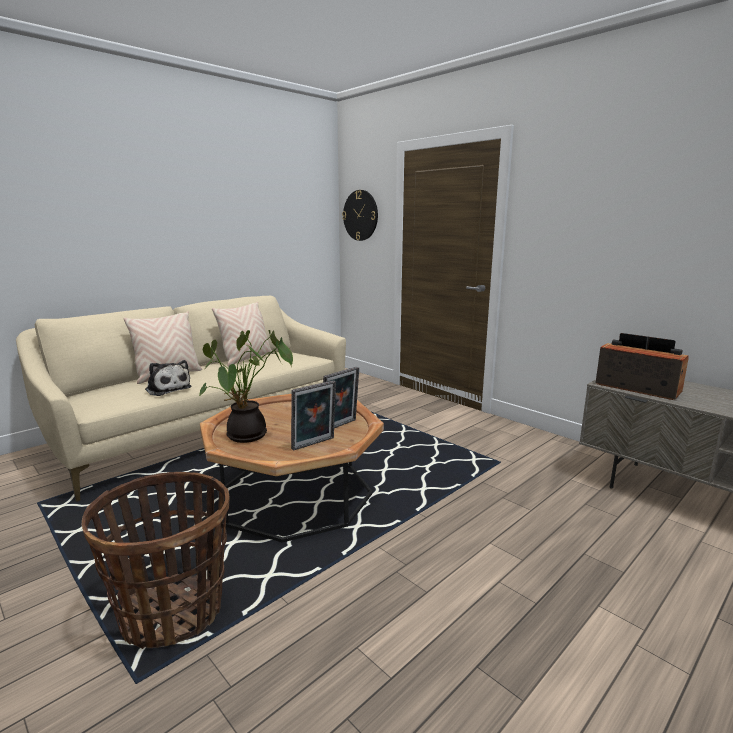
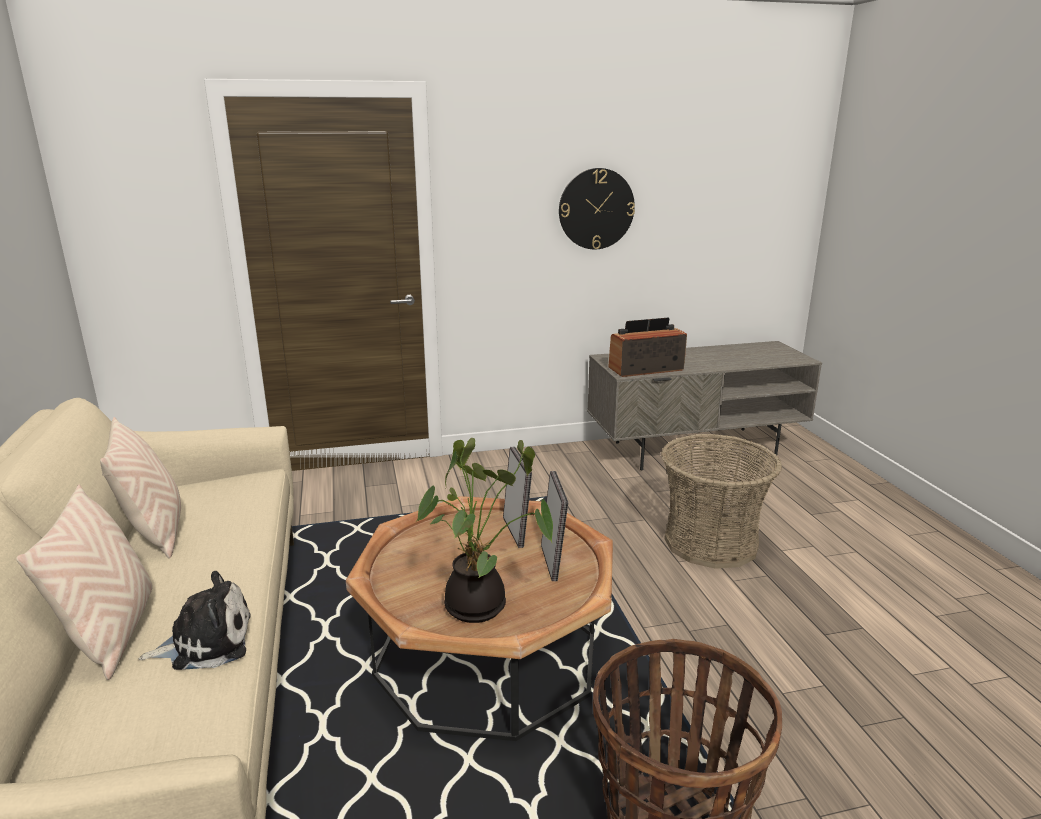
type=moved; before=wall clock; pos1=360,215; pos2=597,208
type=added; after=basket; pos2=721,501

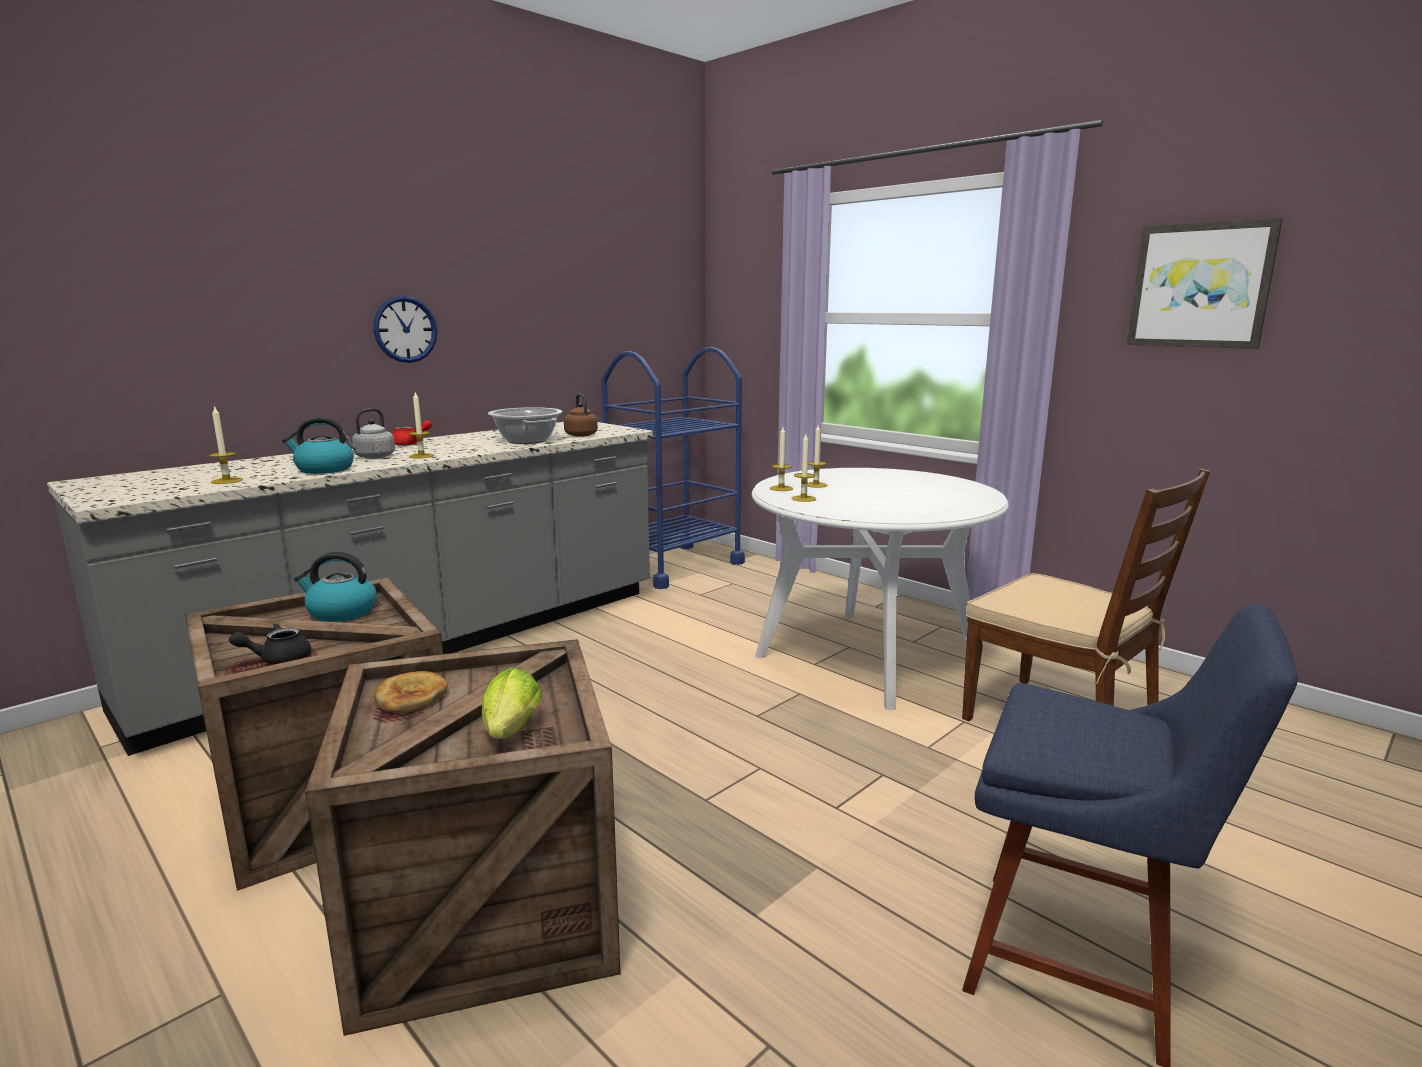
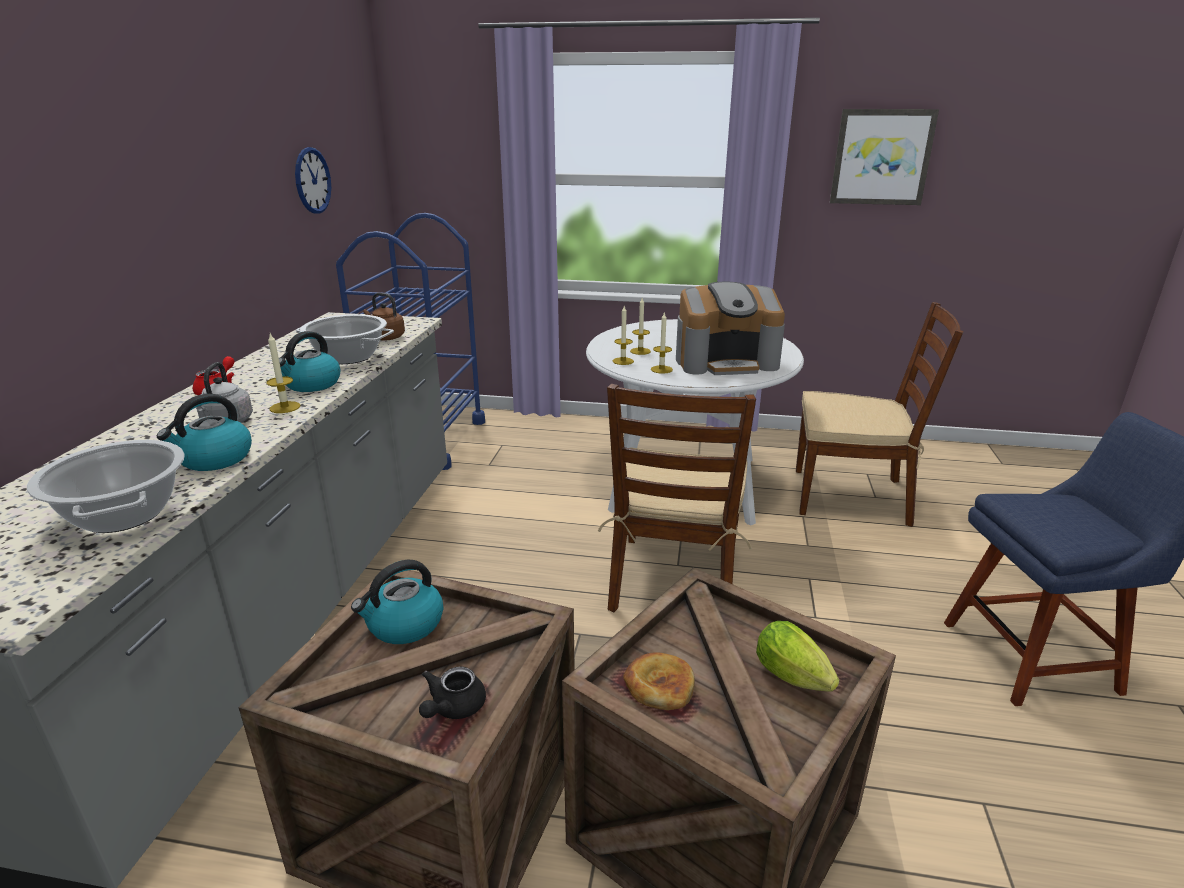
type=replaced; before=candle; after=cooking pot; pos1=226,444; pos2=106,486
type=added; after=kettle; pos2=309,361
type=moved; before=wall clock; pos1=405,329; pos2=313,180
type=added; after=chair (brown); pos2=677,498
type=added; after=coffee machine; pos2=730,328

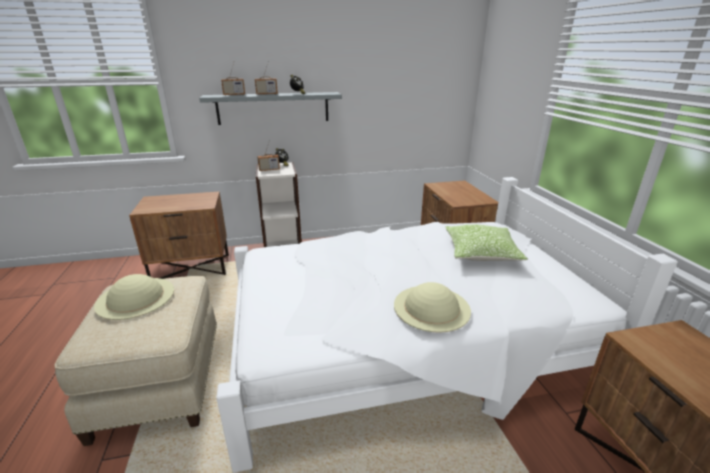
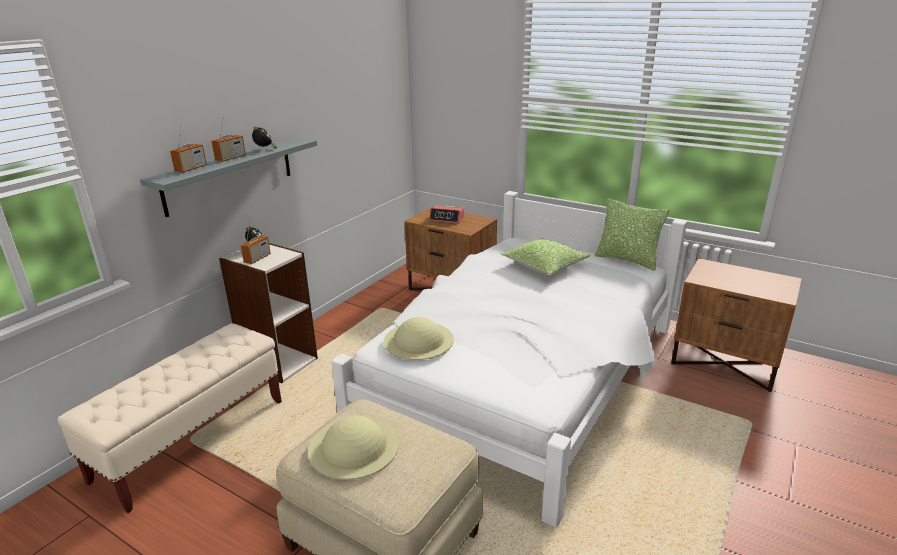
type=replaced; before=nightstand (brown); after=bench (beige); pos1=179,235; pos2=170,418
type=moved; before=hat (beige); pos1=432,307; pos2=419,338
type=added; after=alarm clock; pos2=446,214
type=added; after=pillow; pos2=631,235

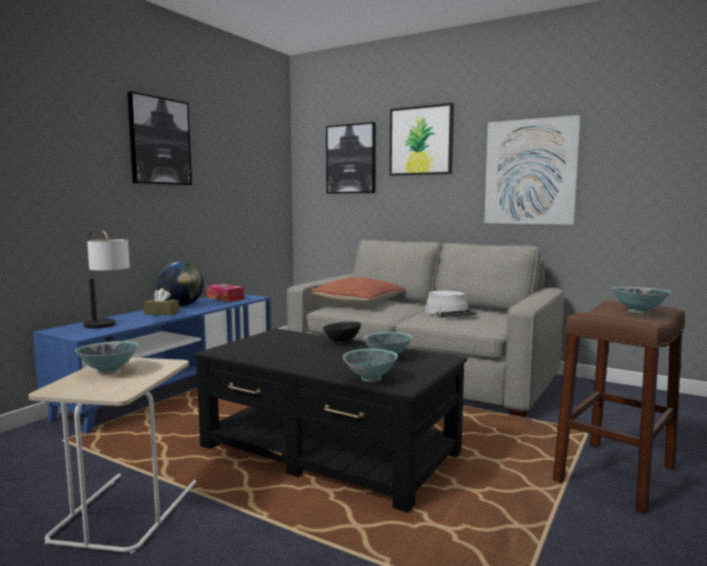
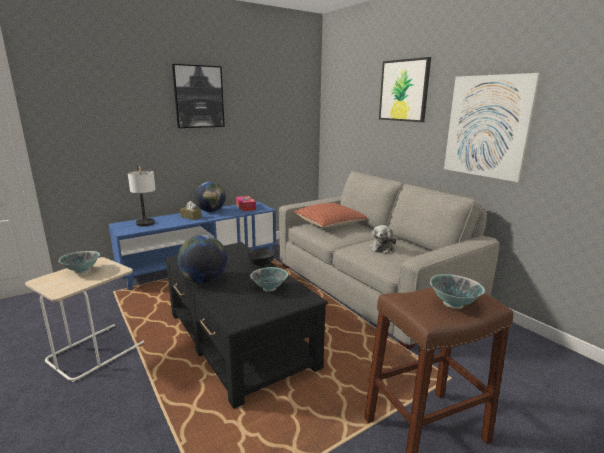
type=added; after=globe; pos2=202,259
type=replaced; before=hat (grey); after=plush toy; pos1=451,304; pos2=383,239
type=removed; before=picture; pos1=351,158
type=removed; before=bowl; pos1=370,365

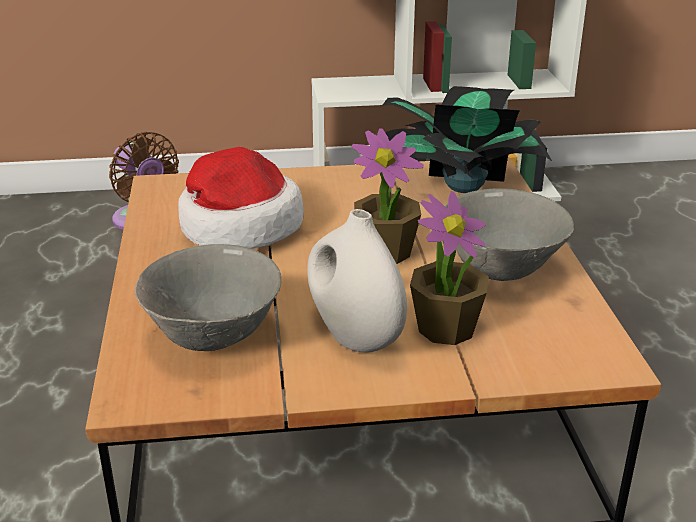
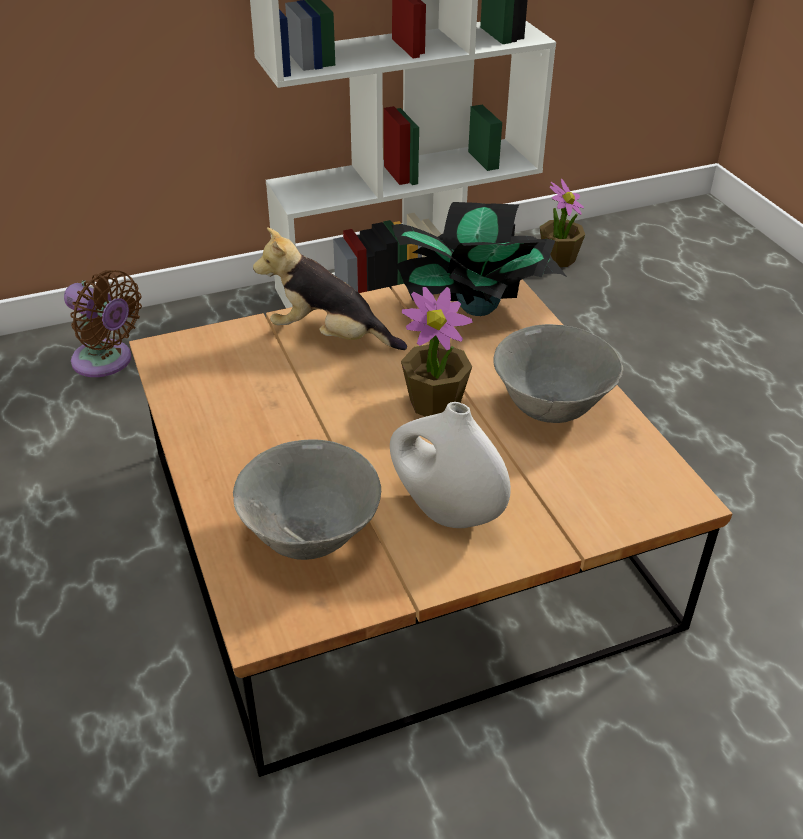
type=added; after=plush toy; pos2=330,288
type=moved; before=potted plant; pos1=449,268; pos2=562,223
type=removed; before=hat; pos1=241,198

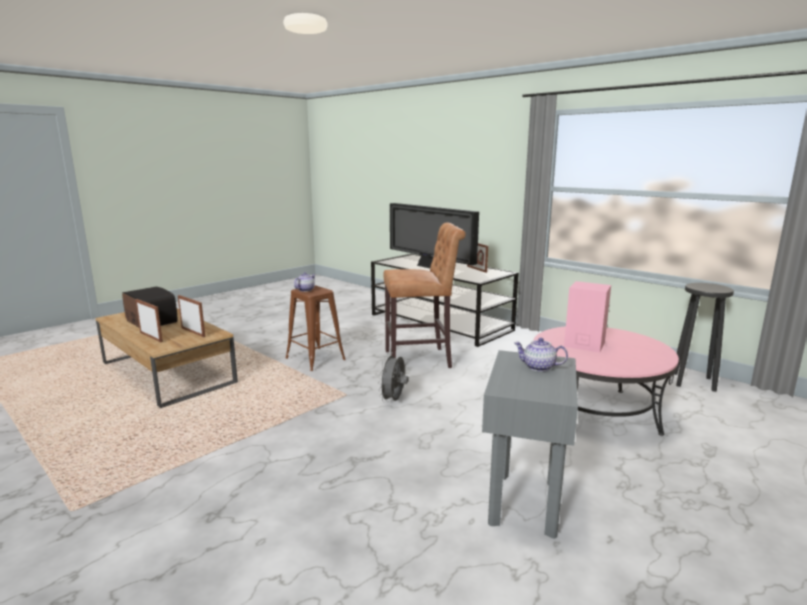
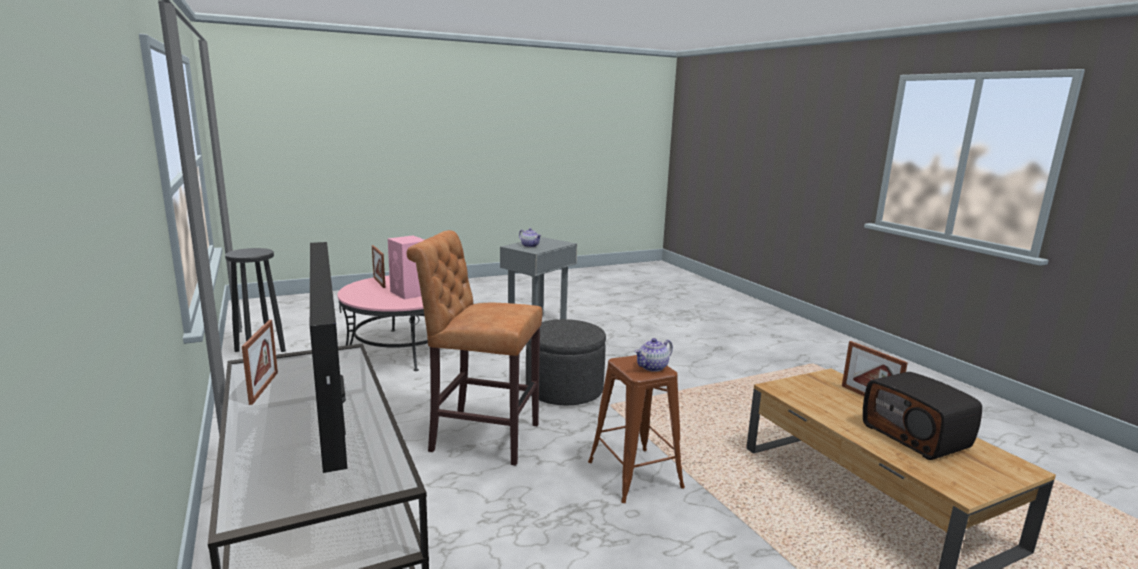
type=moved; before=picture frame; pos1=191,316; pos2=378,266
type=replaced; before=fan (grey); after=ottoman (grey); pos1=393,378; pos2=566,362

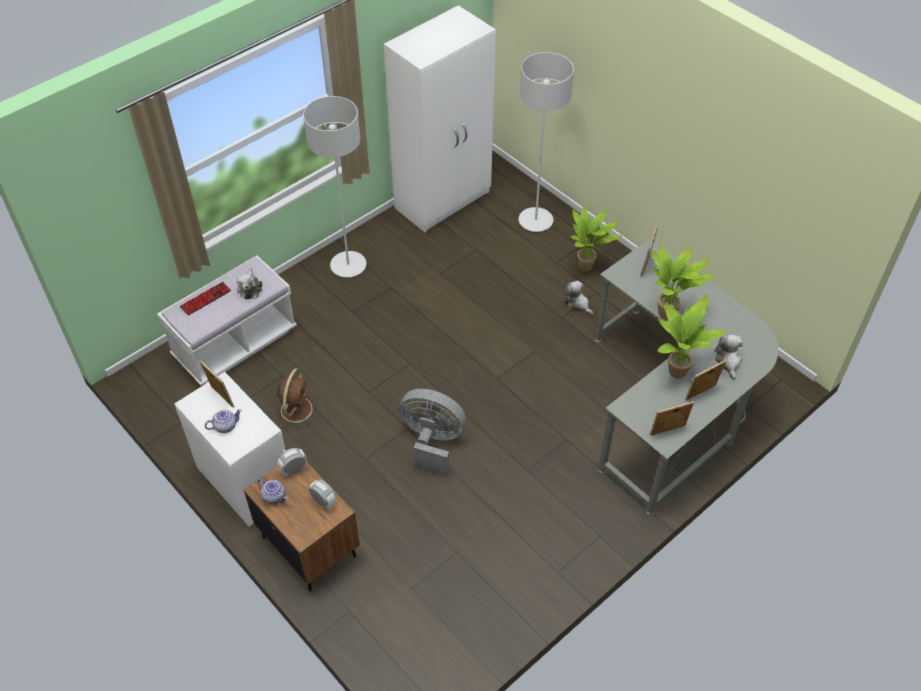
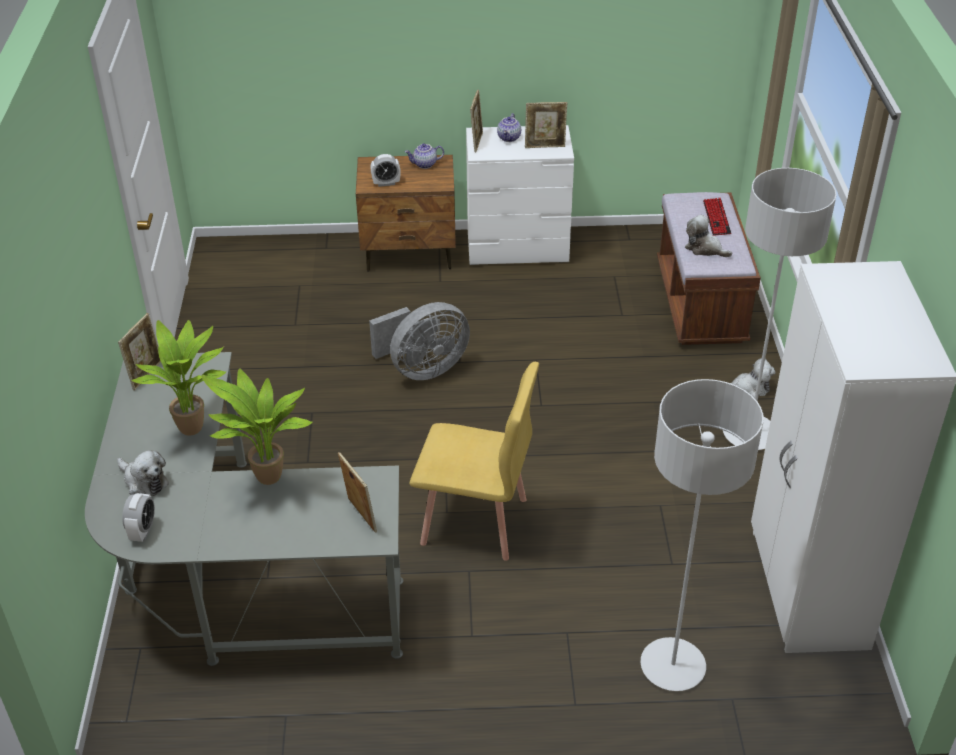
type=moved; before=alarm clock; pos1=292,462; pos2=138,517
type=added; after=chair (yellow); pos2=474,461
type=moved; before=picture frame; pos1=705,380; pos2=476,121
type=recoloured; before=bench (white); after=bench (brown); pos1=227,320; pos2=709,268
type=moved; before=plush toy; pos1=578,298; pos2=753,378
type=removed; before=fan (brown); pos1=297,398
type=removed; before=potted plant; pos1=596,239

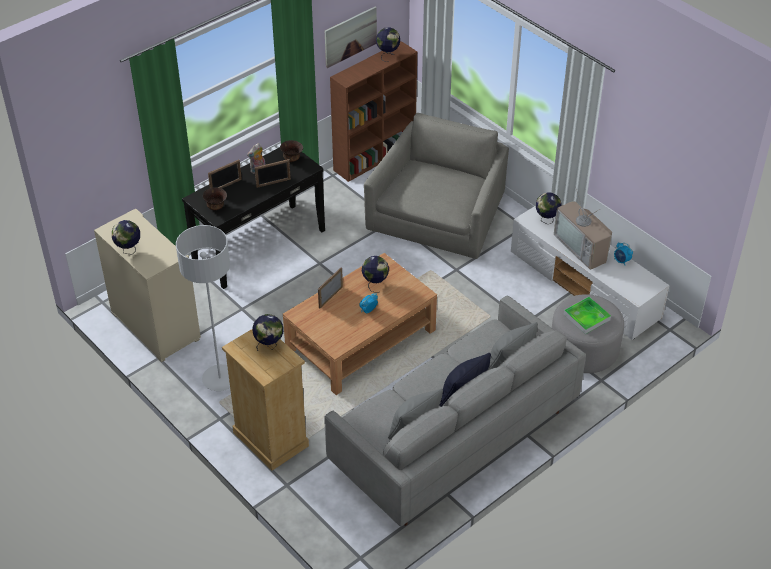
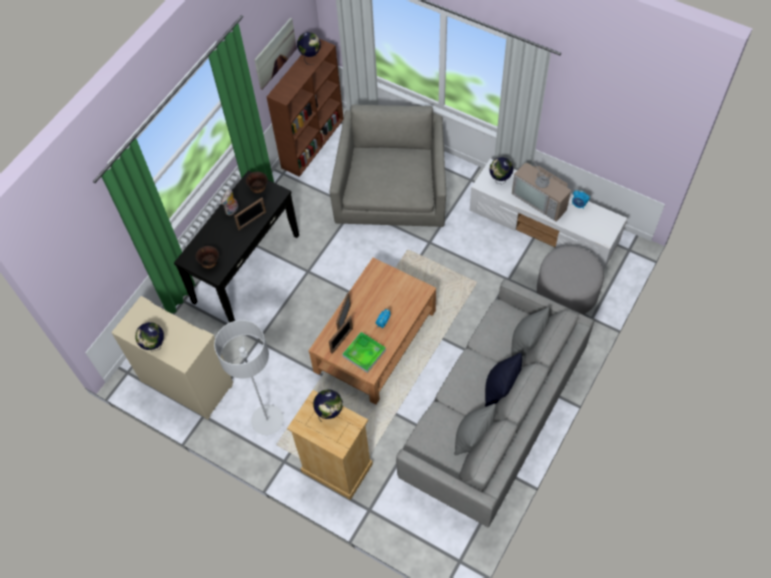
type=moved; before=picture frame; pos1=225,174; pos2=341,335
type=moved; before=tray; pos1=587,315; pos2=364,352
type=removed; before=globe; pos1=375,274

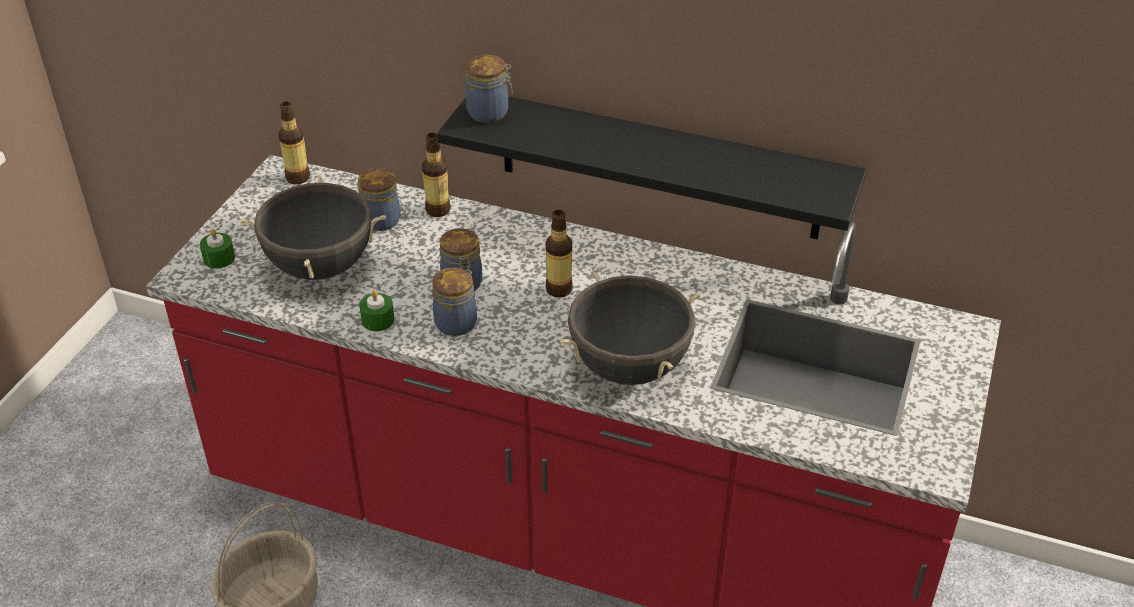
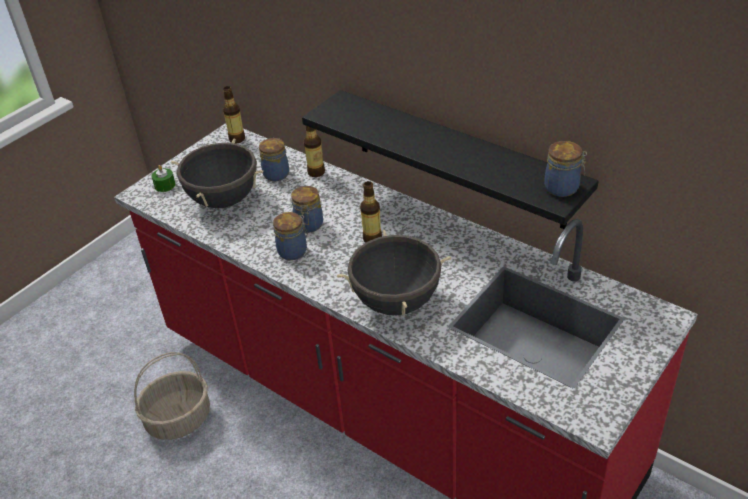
type=moved; before=jar; pos1=489,89; pos2=565,169
type=removed; before=candle (green); pos1=377,310

